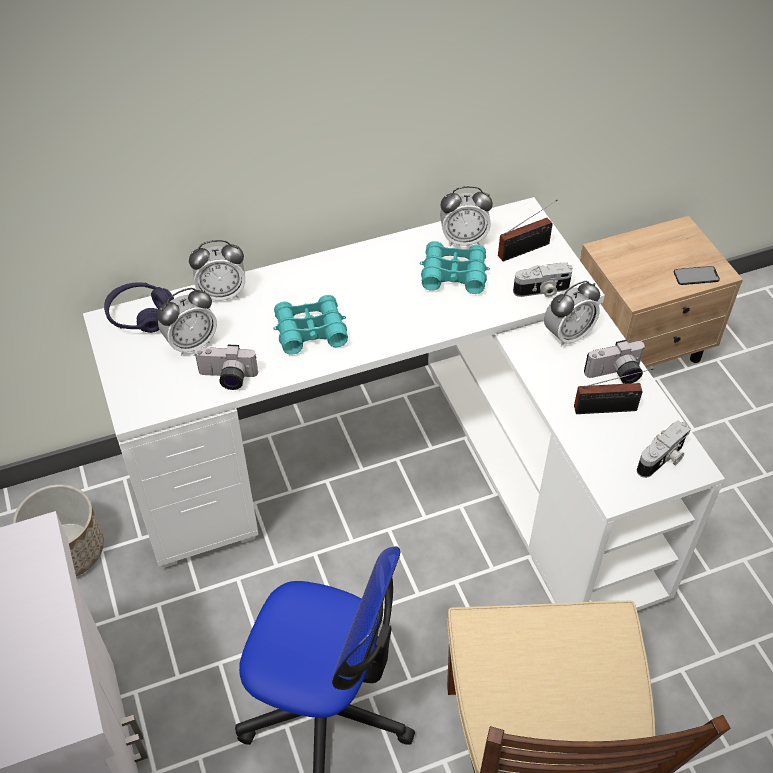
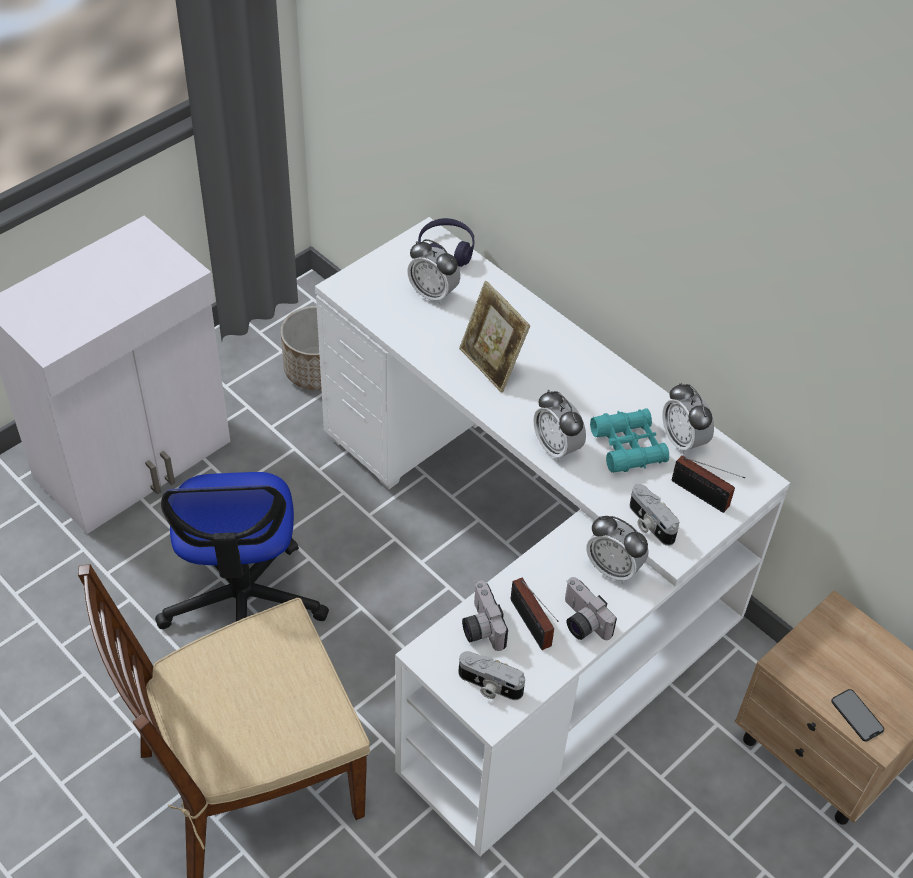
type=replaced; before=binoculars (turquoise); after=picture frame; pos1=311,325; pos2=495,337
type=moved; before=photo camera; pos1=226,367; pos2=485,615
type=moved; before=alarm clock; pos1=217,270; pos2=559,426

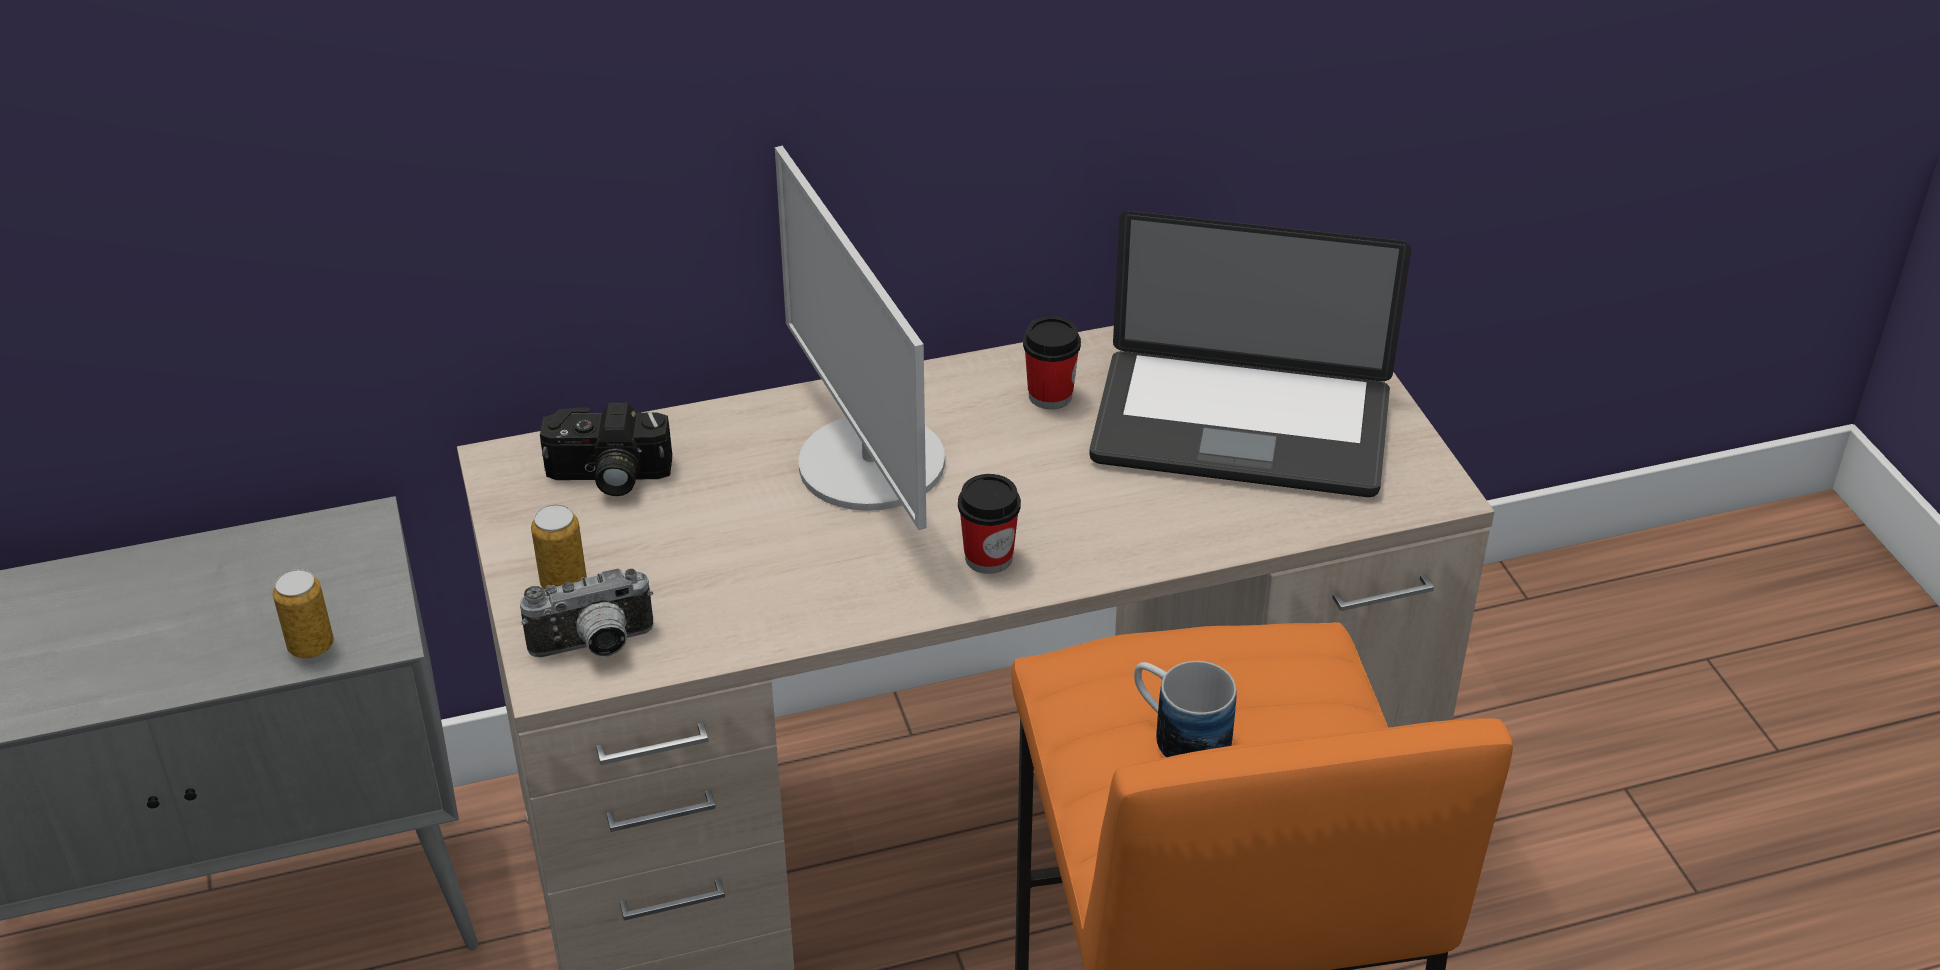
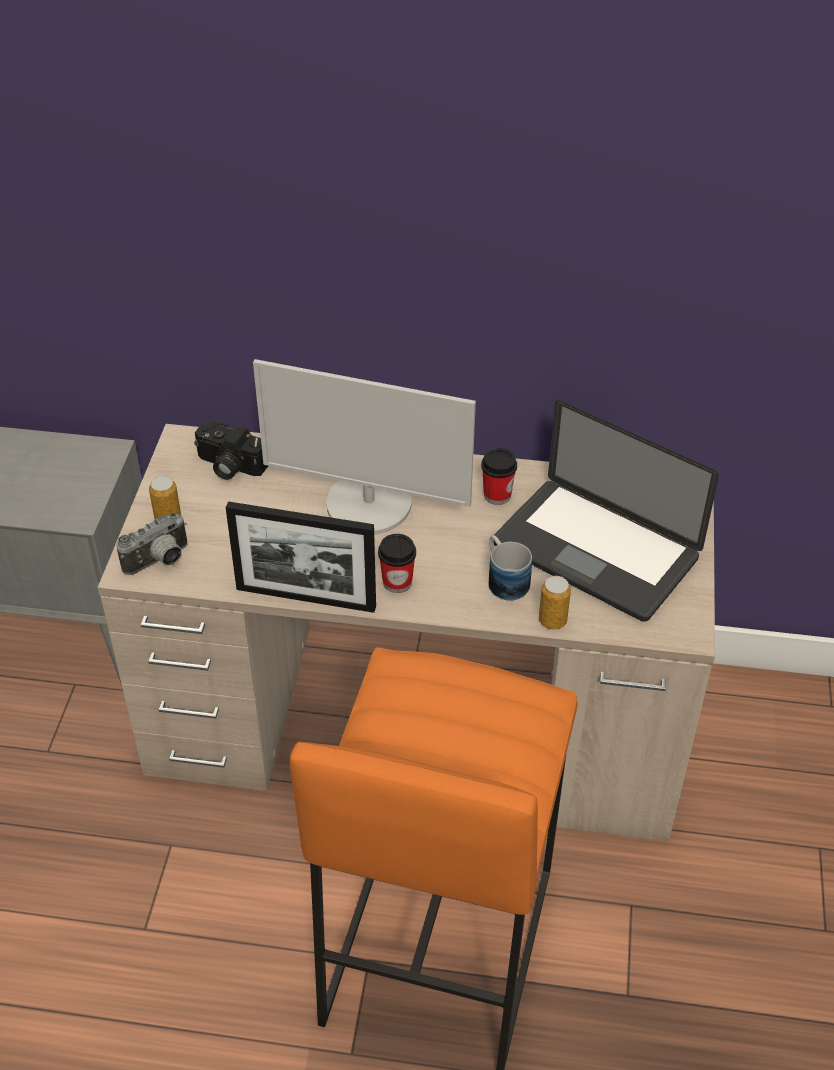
type=turned; before=photo camera; pos1=586,612; pos2=151,544; turn=-45
type=added; after=picture frame; pos2=301,557
type=turned; before=monitor; pos1=860,338; pos2=364,447; turn=-75
type=moved; before=mug; pos1=1185,709; pos2=510,568
type=moved; before=can; pos1=303,613; pos2=555,602

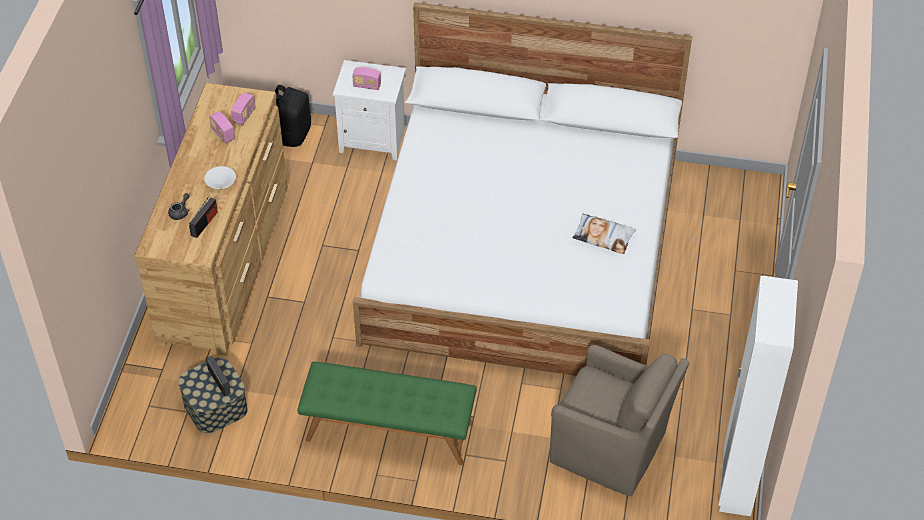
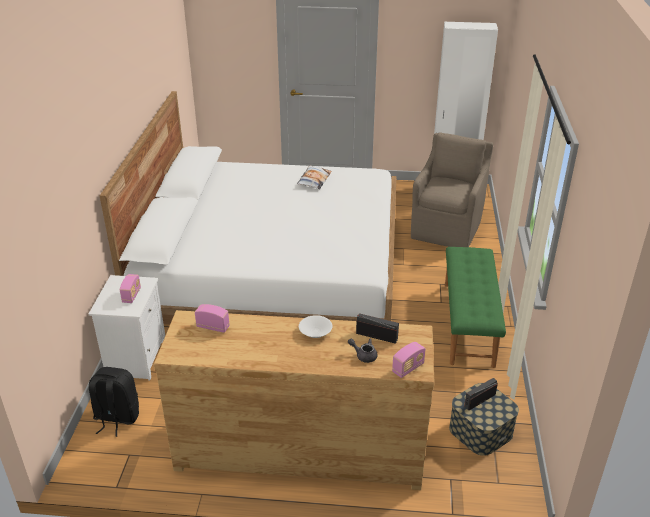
type=moved; before=radio; pos1=222,127; pos2=409,360

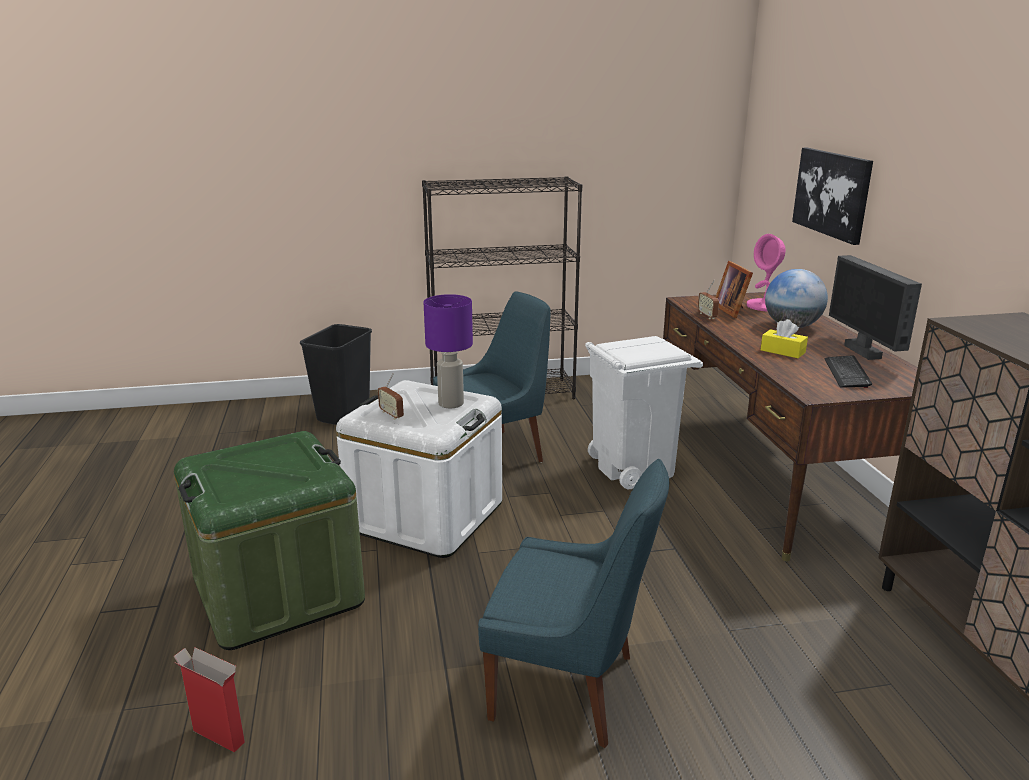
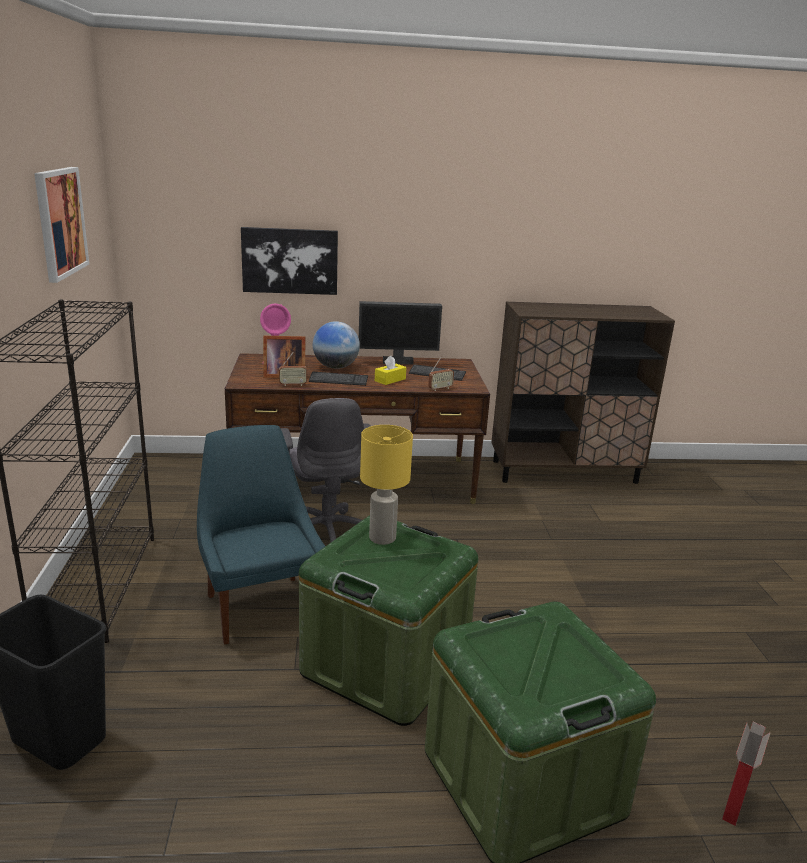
type=added; after=picture; pos2=61,225
type=replaced; before=trash can (white); after=office chair (grey); pos1=644,412; pos2=325,470
type=recoloured; before=storage box (white); after=storage box (green); pos1=419,469; pos2=388,620
type=added; after=keyboard; pos2=338,379
type=recoloured; before=table lamp (purple); after=table lamp (yellow); pos1=448,351; pos2=386,485
type=moved; before=radio; pos1=391,396; pos2=441,374
type=removed; before=chair (blue); pos1=573,603

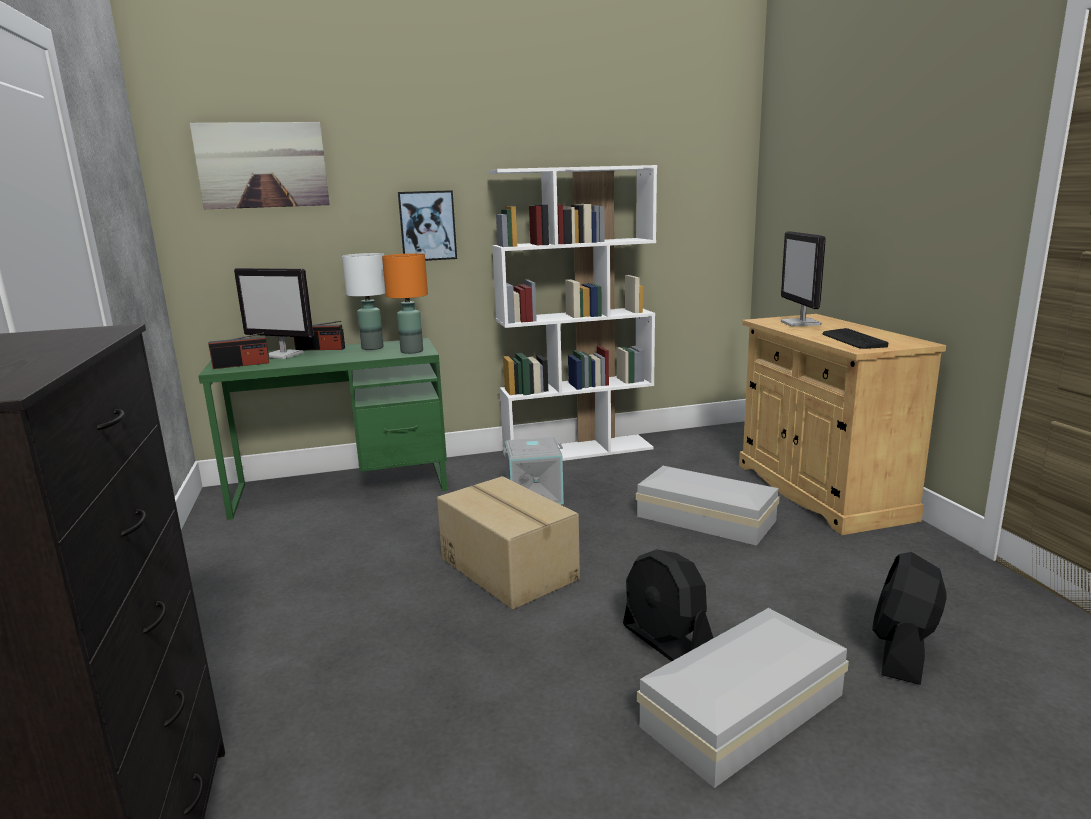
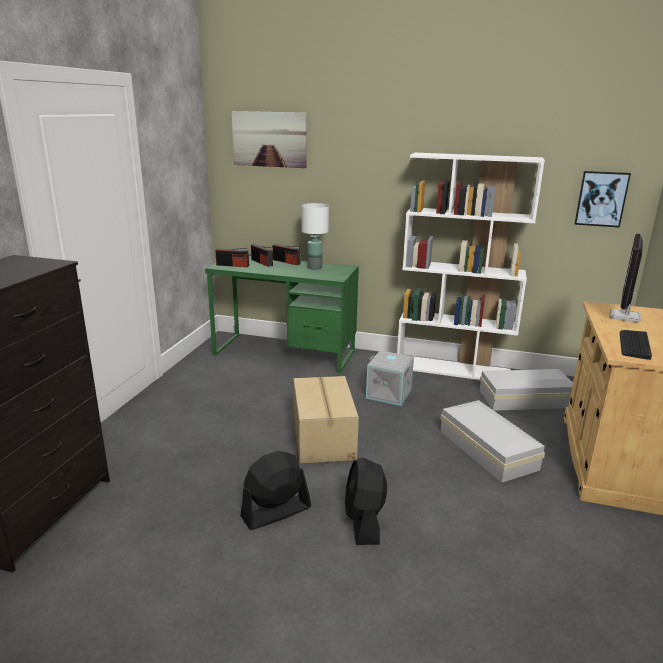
type=moved; before=fan (black); pos1=909,618; pos2=276,490
type=replaced; before=monitor; after=radio; pos1=274,313; pos2=262,255
type=moved; before=storage box (white); pos1=743,698; pos2=526,390
type=moved; before=picture; pos1=427,225; pos2=603,199
type=removed; before=table lamp (orange); pos1=405,303

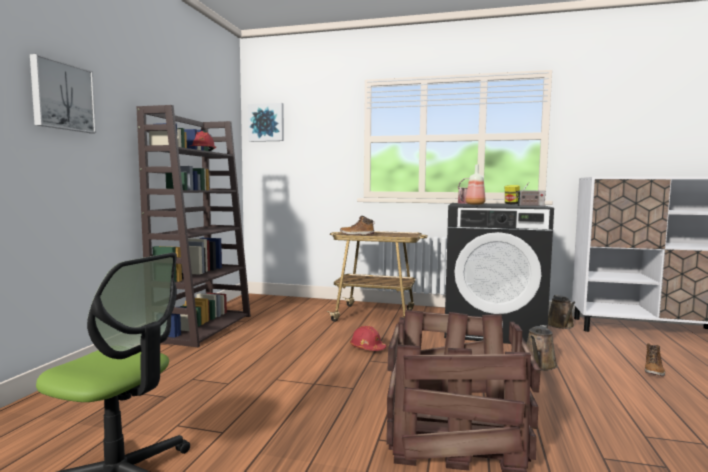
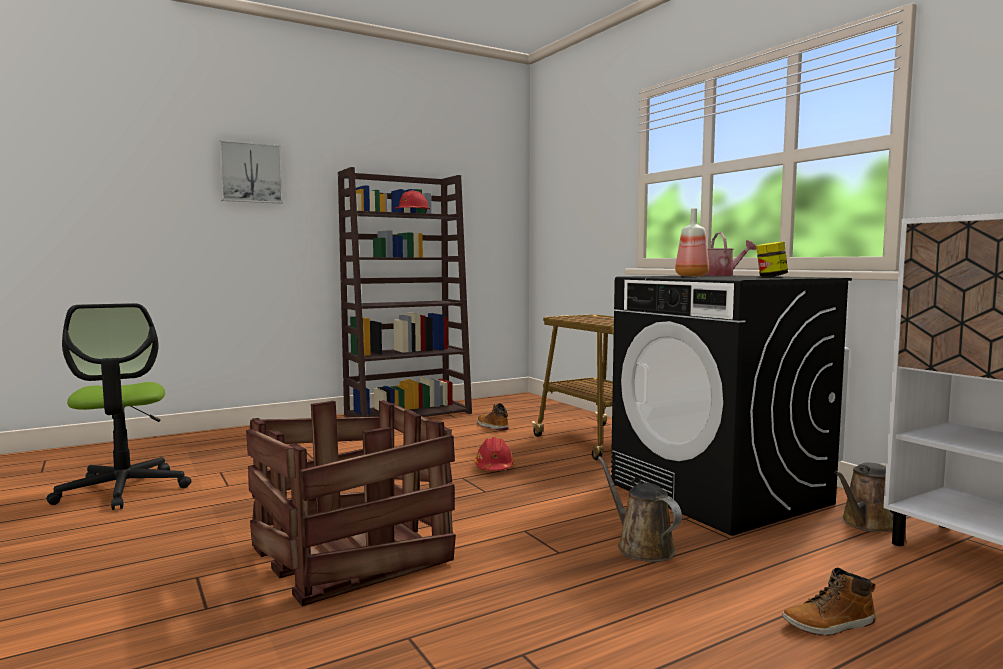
type=moved; before=boot; pos1=357,225; pos2=493,416
type=turned; before=watering can (brown); pos1=542,348; pos2=640,509; turn=75
type=removed; before=picture; pos1=266,122
type=removed; before=radio; pos1=530,194

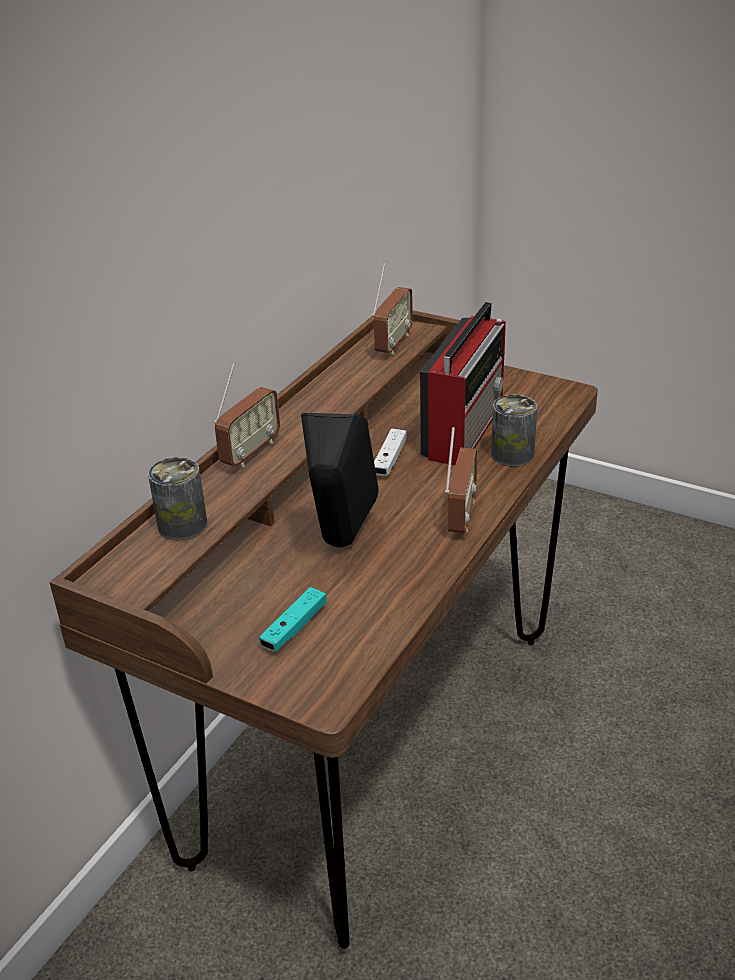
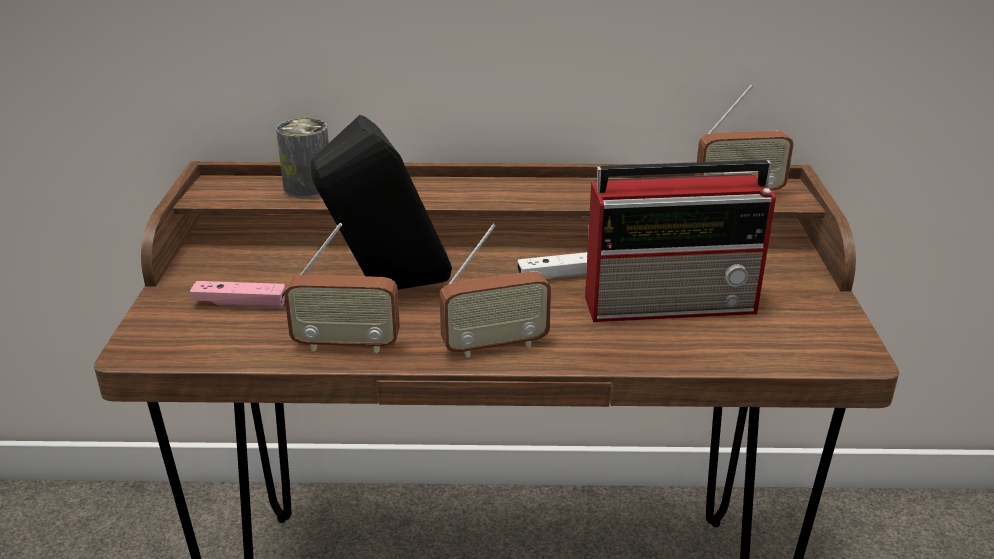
type=recoloured; before=game controller (turquoise); after=game controller (pink); pos1=292,619; pos2=238,294
type=moved; before=radio; pos1=247,414; pos2=342,288
type=removed; before=can; pos1=514,430

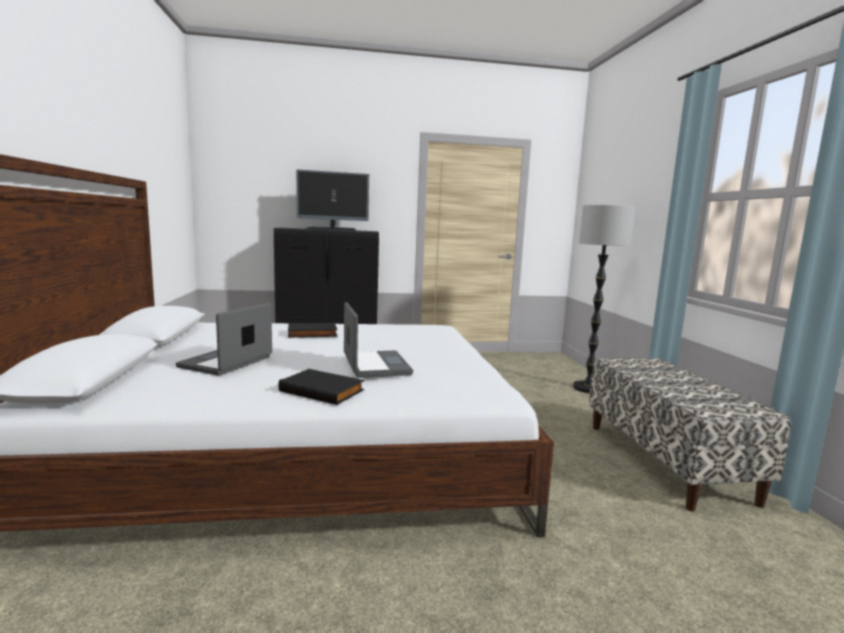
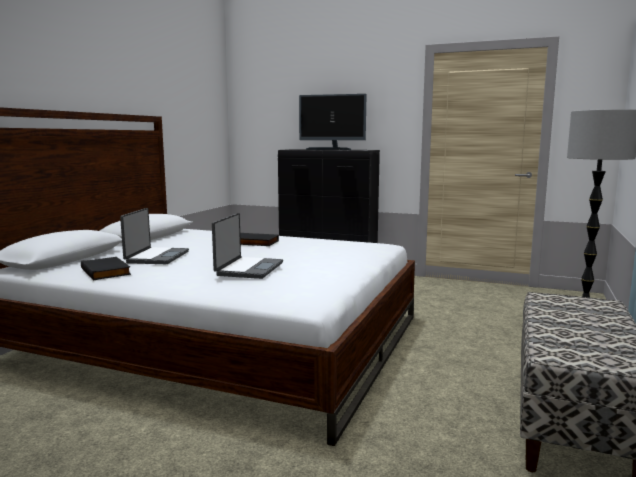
type=moved; before=book (black); pos1=321,387; pos2=106,268
type=turned; before=laptop; pos1=224,339; pos2=154,236; turn=135

